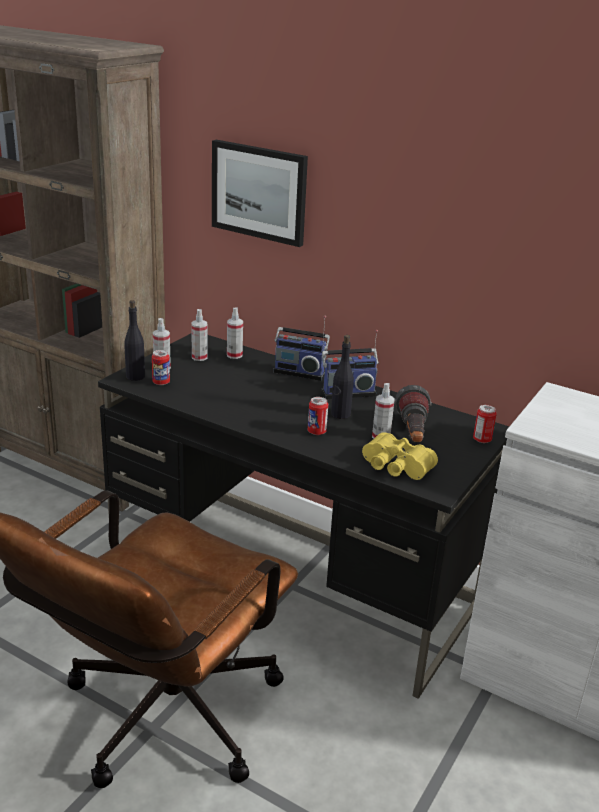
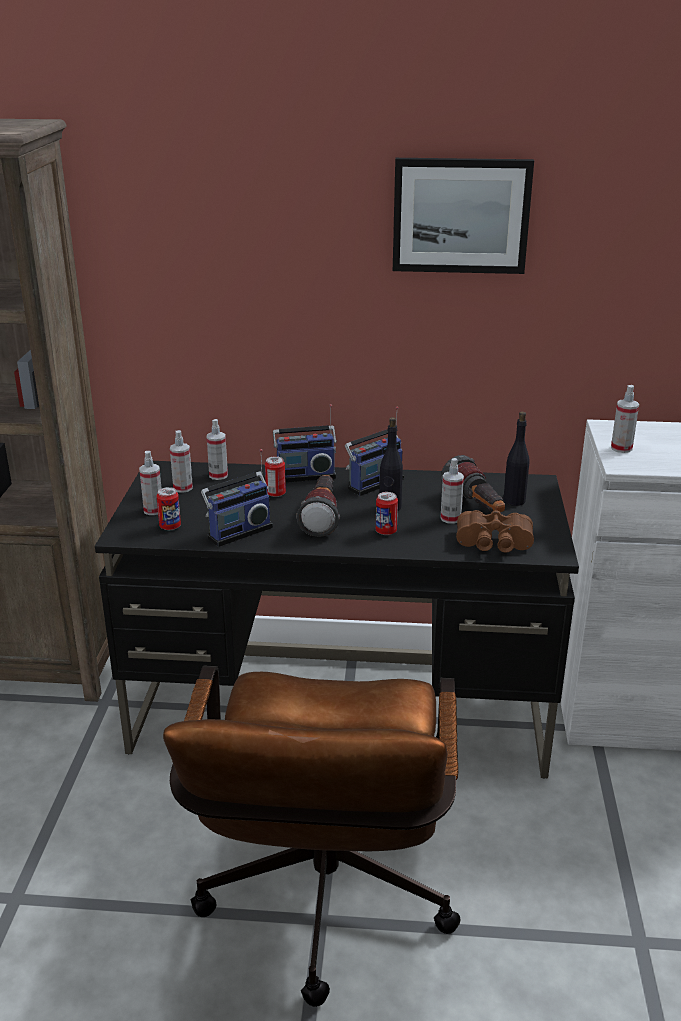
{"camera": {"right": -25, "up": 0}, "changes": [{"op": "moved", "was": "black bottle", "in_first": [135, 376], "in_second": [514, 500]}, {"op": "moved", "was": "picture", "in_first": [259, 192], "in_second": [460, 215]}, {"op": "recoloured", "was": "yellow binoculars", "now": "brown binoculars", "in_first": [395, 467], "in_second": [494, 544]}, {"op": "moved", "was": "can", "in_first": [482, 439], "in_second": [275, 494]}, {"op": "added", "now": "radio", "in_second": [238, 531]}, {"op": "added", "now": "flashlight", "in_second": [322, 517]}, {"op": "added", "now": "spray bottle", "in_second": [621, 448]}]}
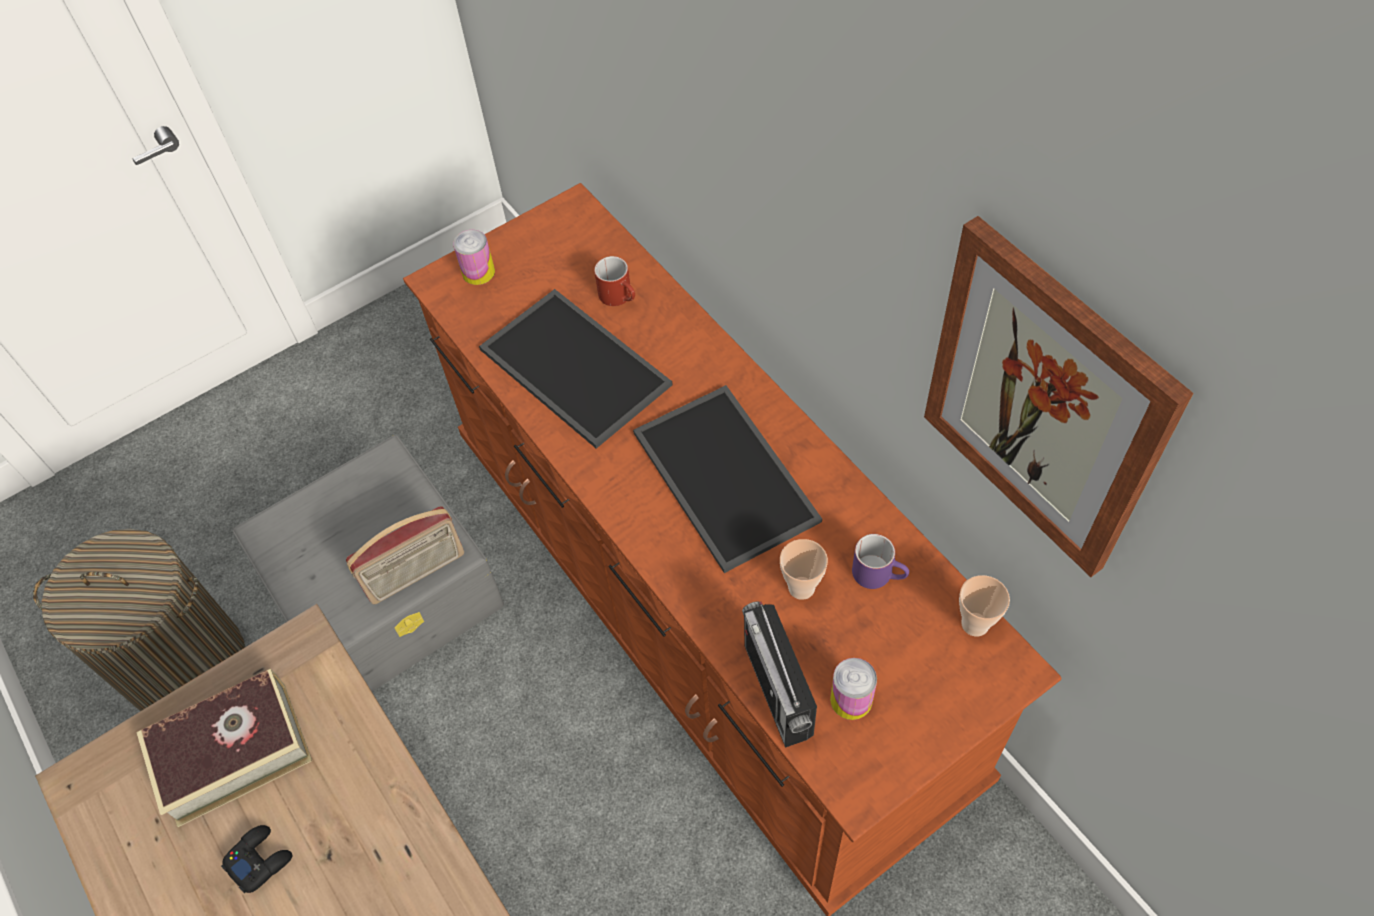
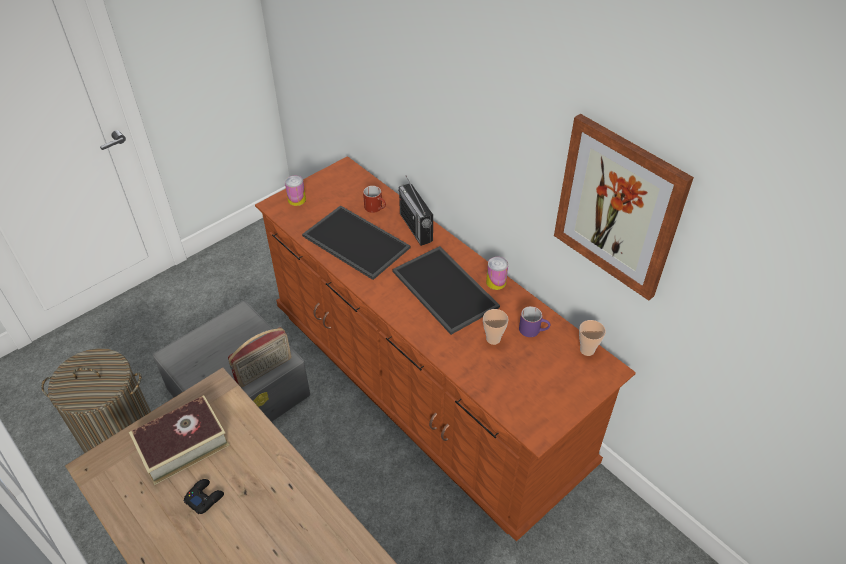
{"camera": {"right": -10, "up": -10}, "changes": [{"op": "moved", "was": "radio", "in_first": [778, 691], "in_second": [416, 227]}, {"op": "moved", "was": "can", "in_first": [851, 699], "in_second": [496, 282]}]}
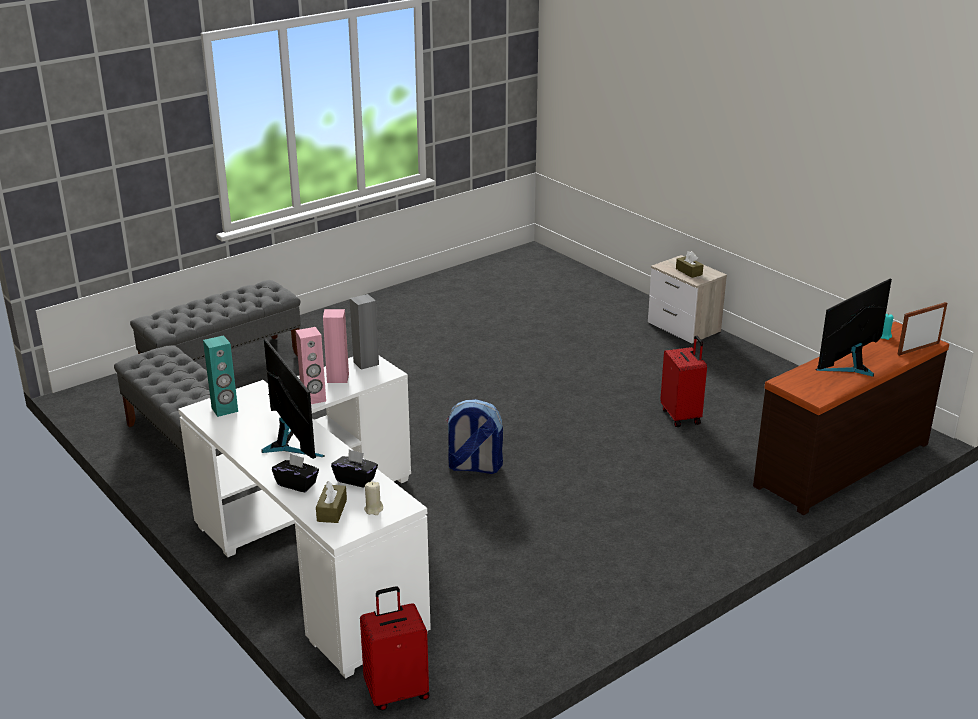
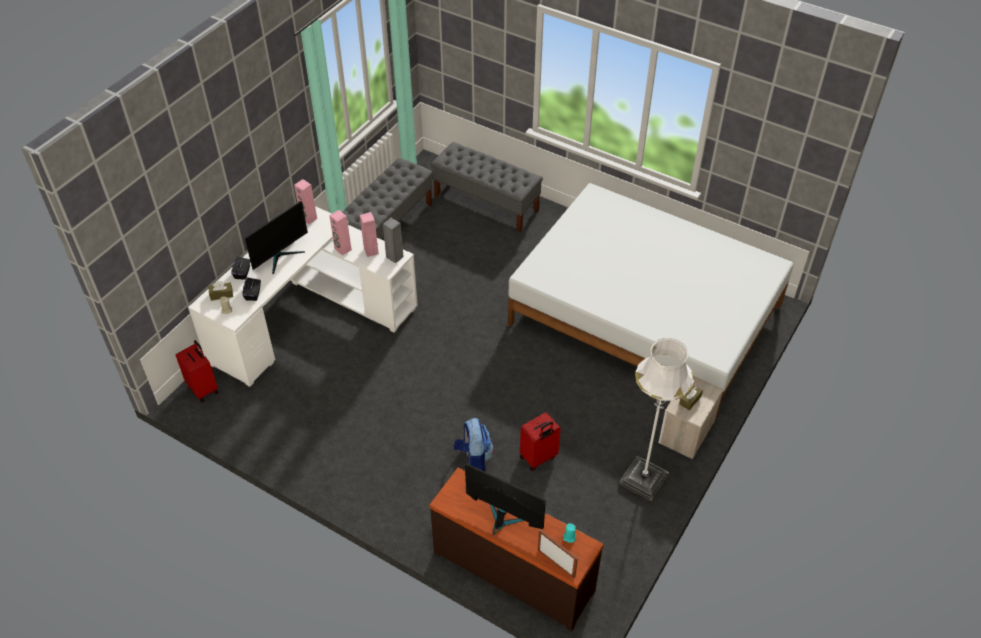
{"camera": {"right": 70, "up": 20}, "changes": [{"op": "recoloured", "was": "turquoise speaker", "now": "pink speaker", "in_first": [225, 410], "in_second": [308, 218]}, {"op": "moved", "was": "backpack", "in_first": [473, 467], "in_second": [474, 458]}, {"op": "added", "now": "white bed", "in_second": [645, 315]}, {"op": "added", "now": "white floor lamp", "in_second": [643, 479]}]}
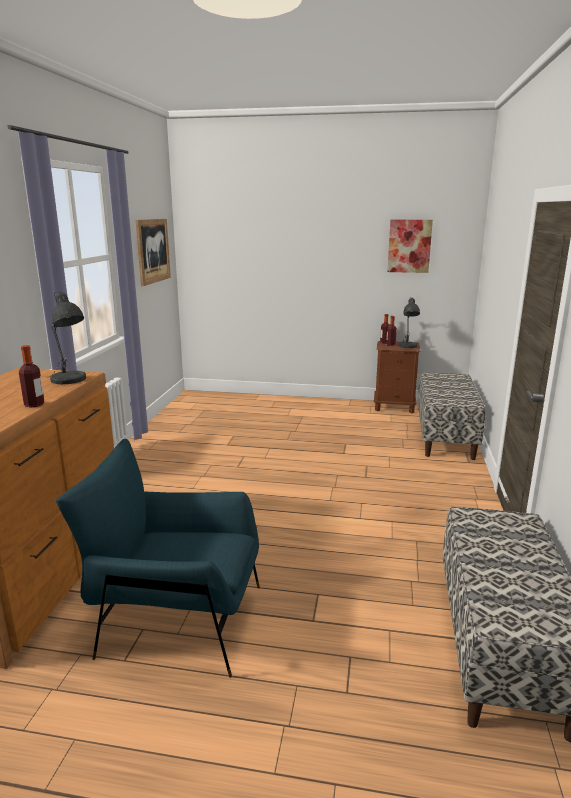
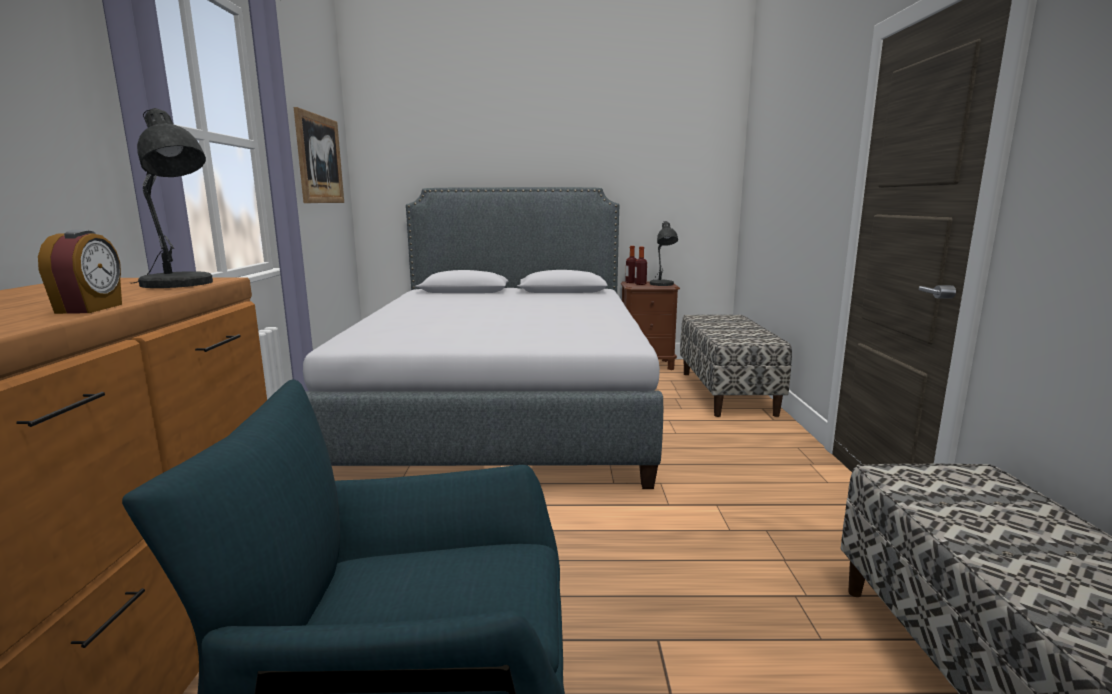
{"camera": {"right": -10, "up": -5}, "changes": [{"op": "replaced", "was": "bottle", "now": "alarm clock", "in_first": [34, 404], "in_second": [91, 308]}, {"op": "removed", "was": "picture", "in_first": [409, 246]}, {"op": "added", "now": "grey bed", "in_second": [503, 406]}]}
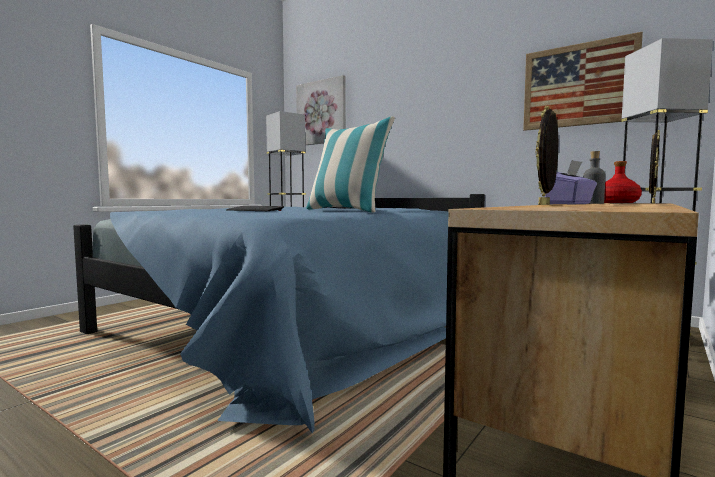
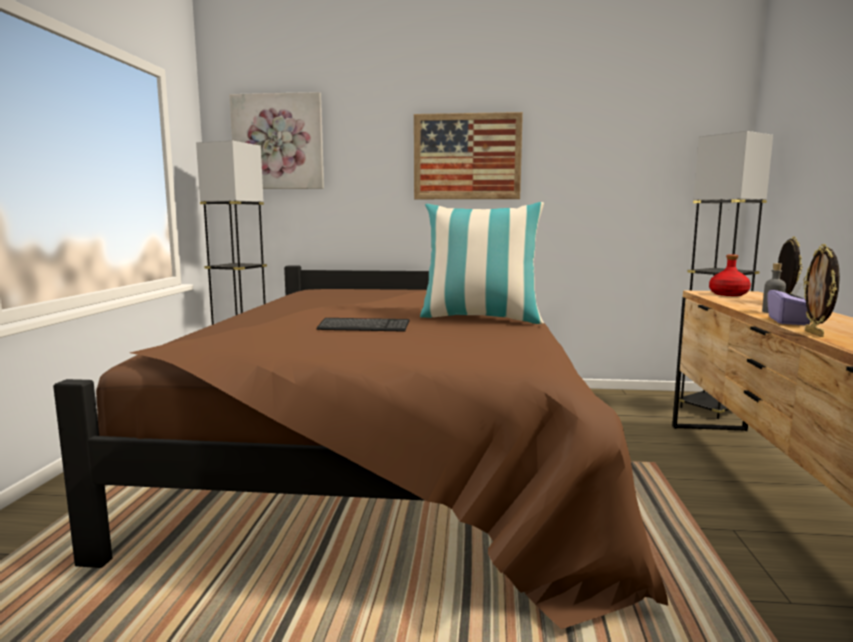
{"camera": {"right": -30, "up": 5}, "changes": [{"op": "recoloured", "was": "blue bed", "now": "brown bed", "in_first": [312, 317], "in_second": [391, 453]}, {"op": "moved", "was": "picture", "in_first": [578, 85], "in_second": [467, 157]}]}
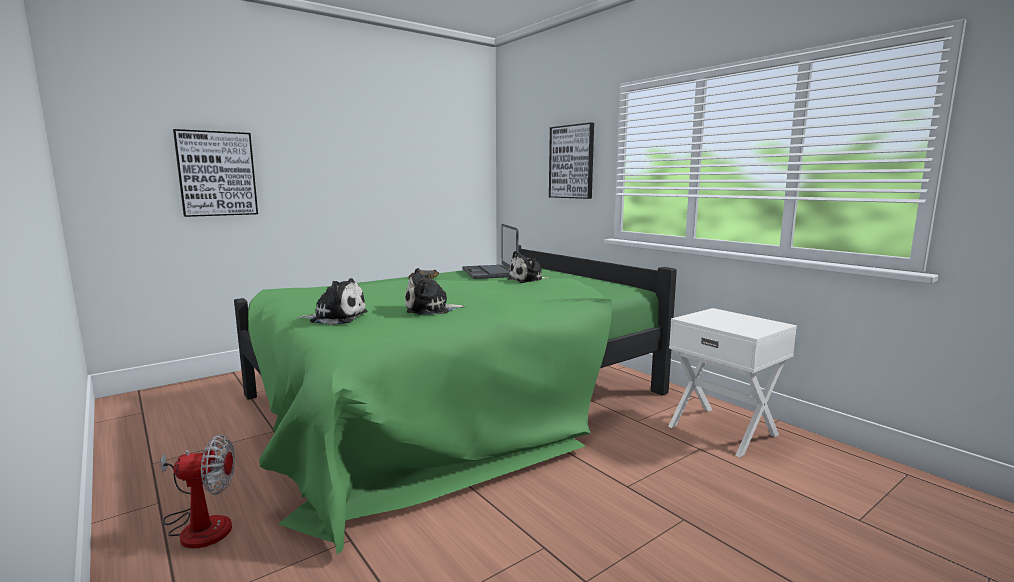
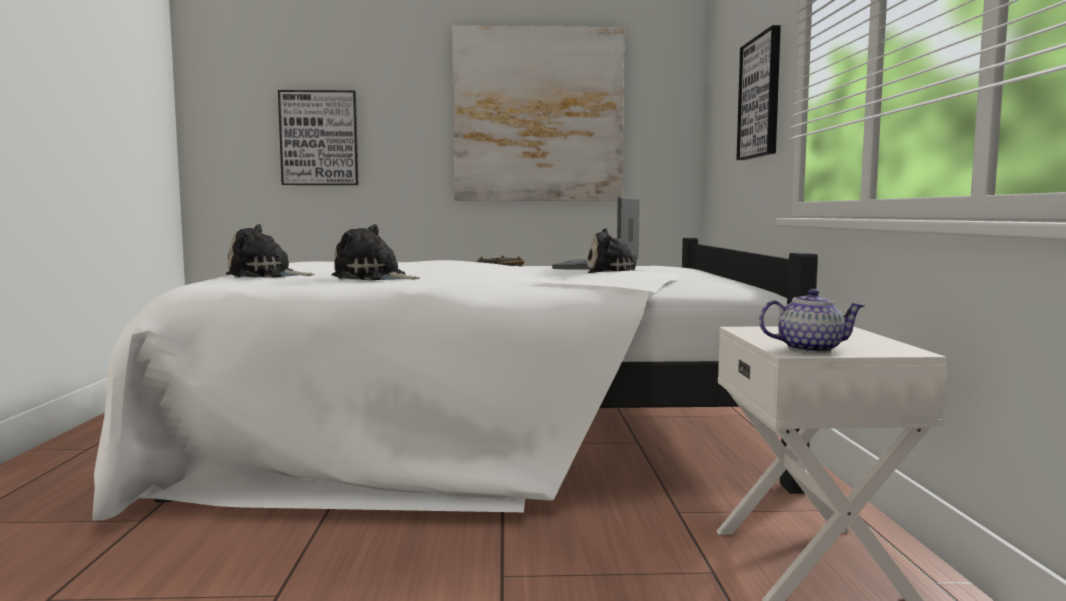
{"camera": {"right": 35, "up": -5}, "changes": [{"op": "removed", "was": "fan", "in_first": [200, 525]}, {"op": "recoloured", "was": "green bed", "now": "white bed", "in_first": [455, 401], "in_second": [475, 434]}, {"op": "turned", "was": "plush toy", "in_first": [336, 318], "in_second": [265, 276], "clockwise": 135}, {"op": "added", "now": "picture", "in_second": [538, 115]}, {"op": "added", "now": "teapot", "in_second": [810, 349]}]}
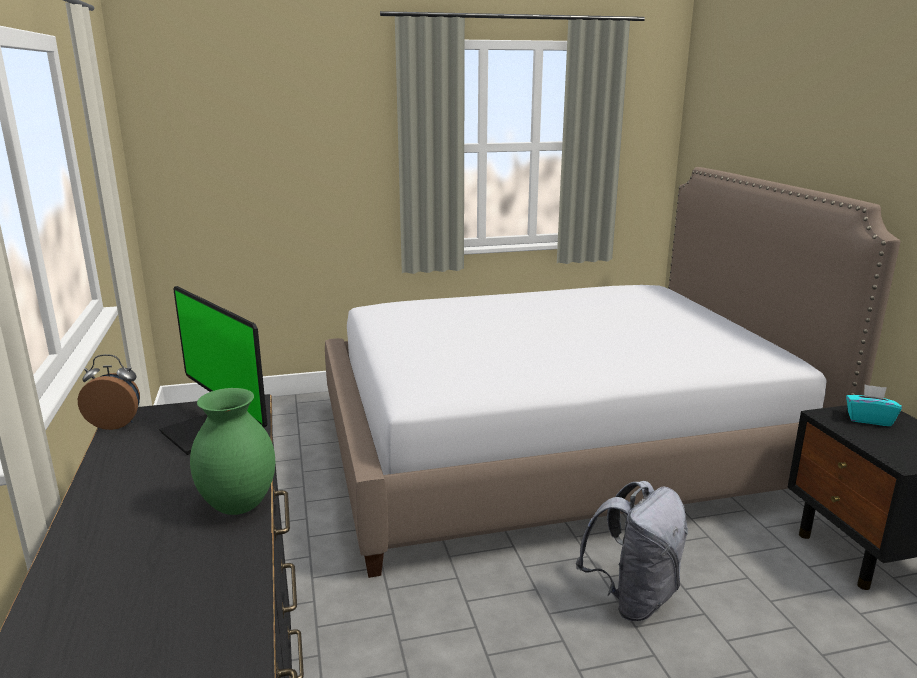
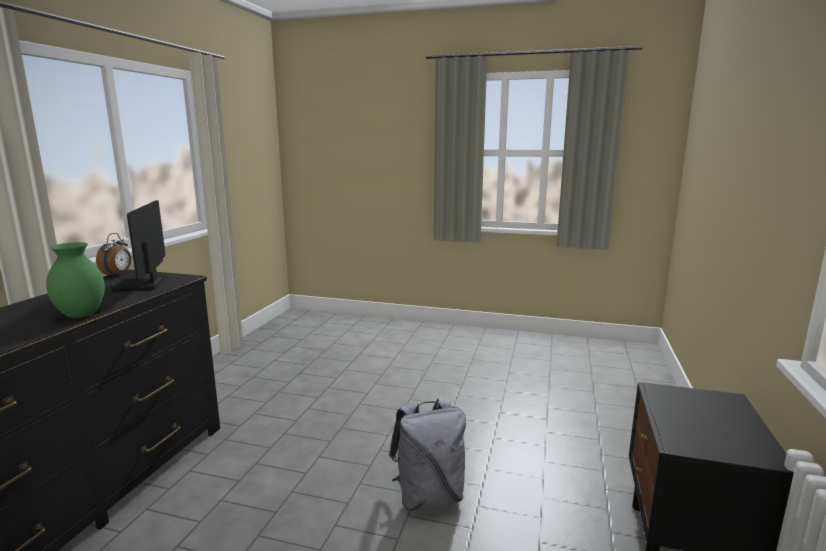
{"camera": {"right": 30, "up": -5}, "changes": [{"op": "turned", "was": "alarm clock", "in_first": [116, 423], "in_second": [118, 274], "clockwise": 75}, {"op": "removed", "was": "bed", "in_first": [557, 452]}, {"op": "removed", "was": "turquoise tissue box", "in_first": [869, 419]}]}
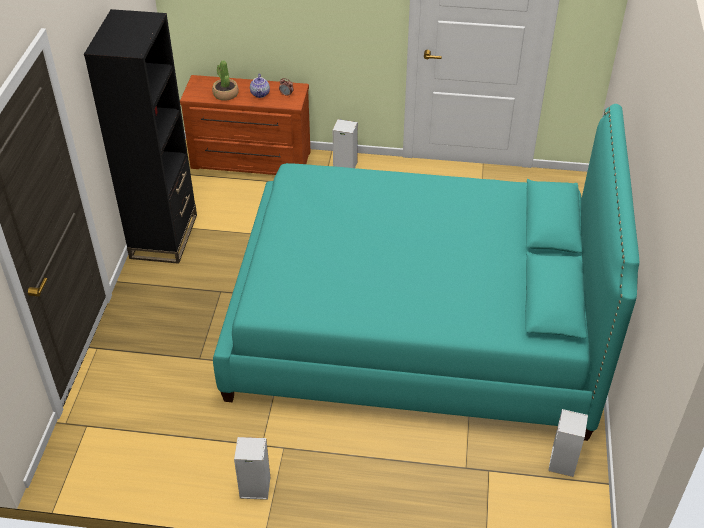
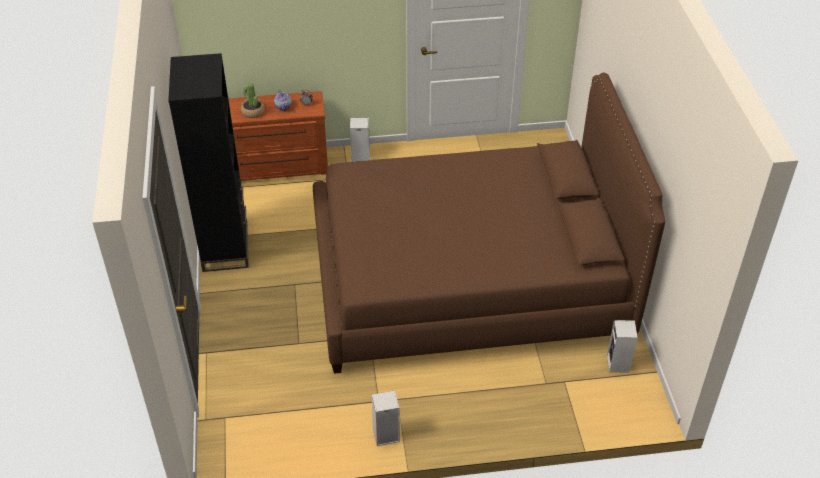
{"camera": {"right": -15, "up": 0}, "changes": [{"op": "recoloured", "was": "turquoise bed", "now": "brown bed", "in_first": [416, 325], "in_second": [469, 280]}]}
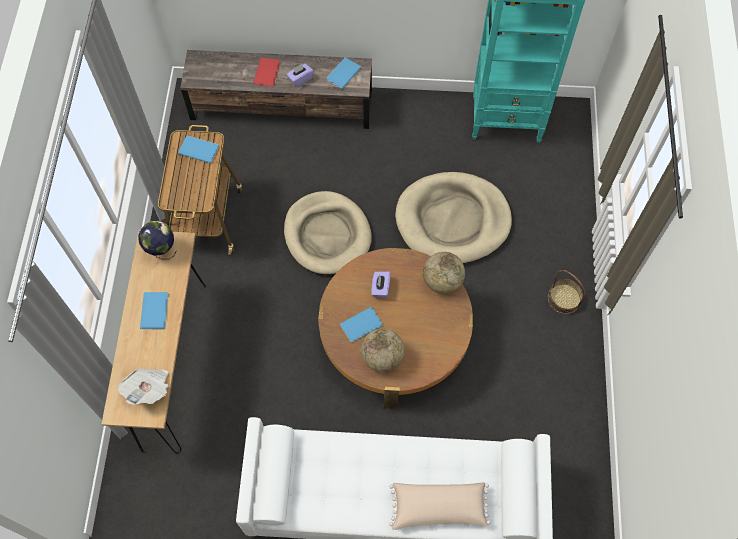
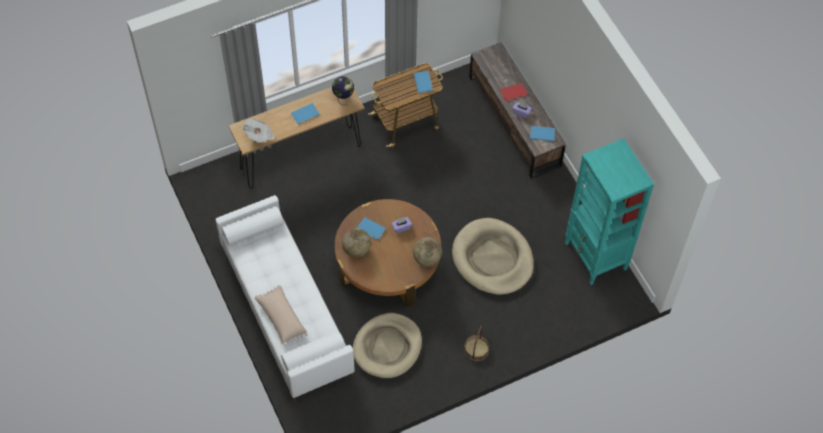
{"camera": {"right": 60, "up": -5}, "changes": [{"op": "moved", "was": "beige dog bed", "in_first": [327, 235], "in_second": [387, 347]}]}
